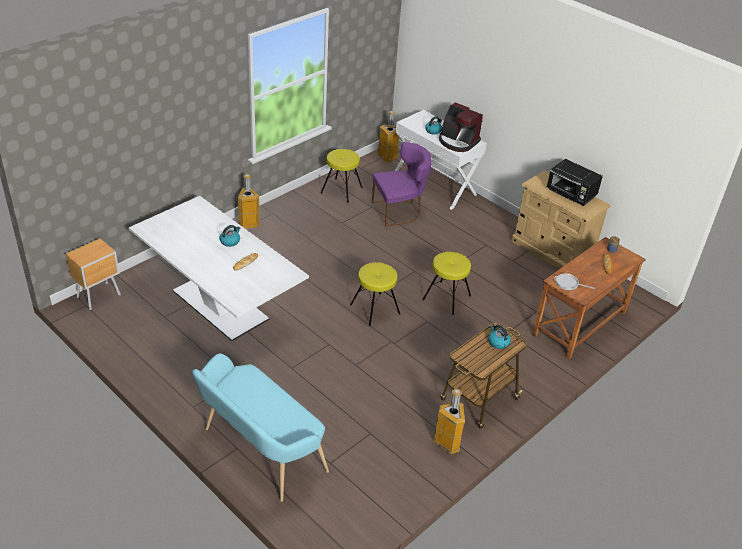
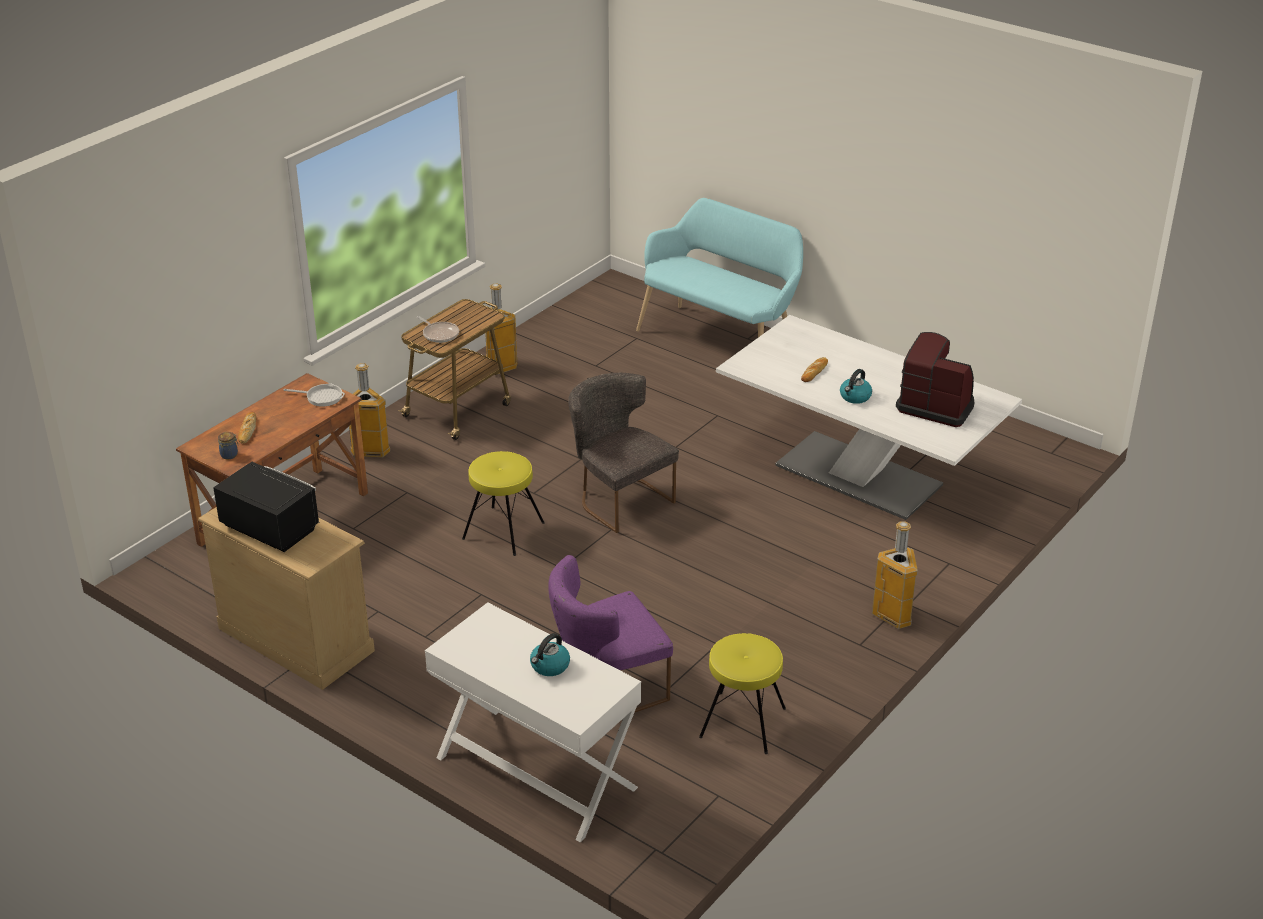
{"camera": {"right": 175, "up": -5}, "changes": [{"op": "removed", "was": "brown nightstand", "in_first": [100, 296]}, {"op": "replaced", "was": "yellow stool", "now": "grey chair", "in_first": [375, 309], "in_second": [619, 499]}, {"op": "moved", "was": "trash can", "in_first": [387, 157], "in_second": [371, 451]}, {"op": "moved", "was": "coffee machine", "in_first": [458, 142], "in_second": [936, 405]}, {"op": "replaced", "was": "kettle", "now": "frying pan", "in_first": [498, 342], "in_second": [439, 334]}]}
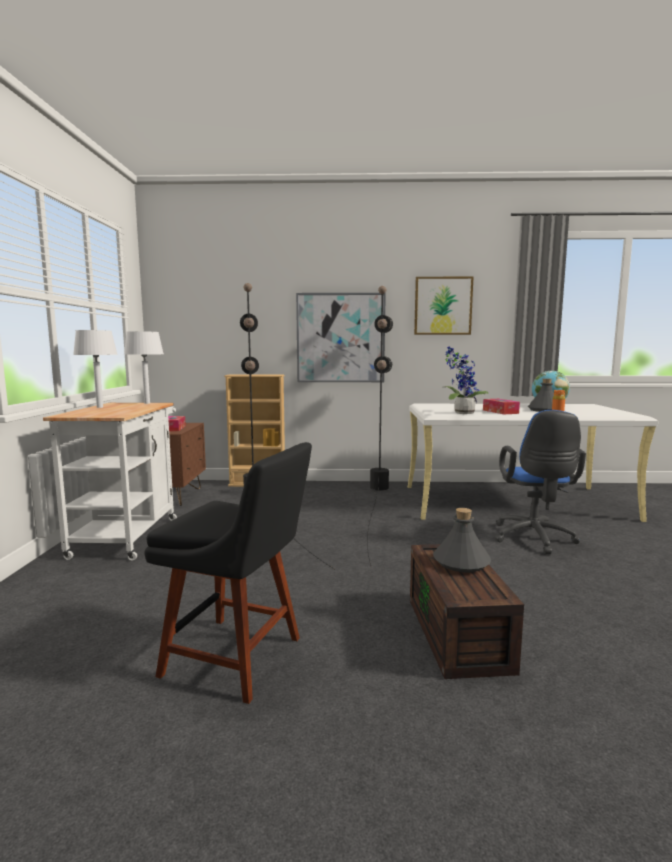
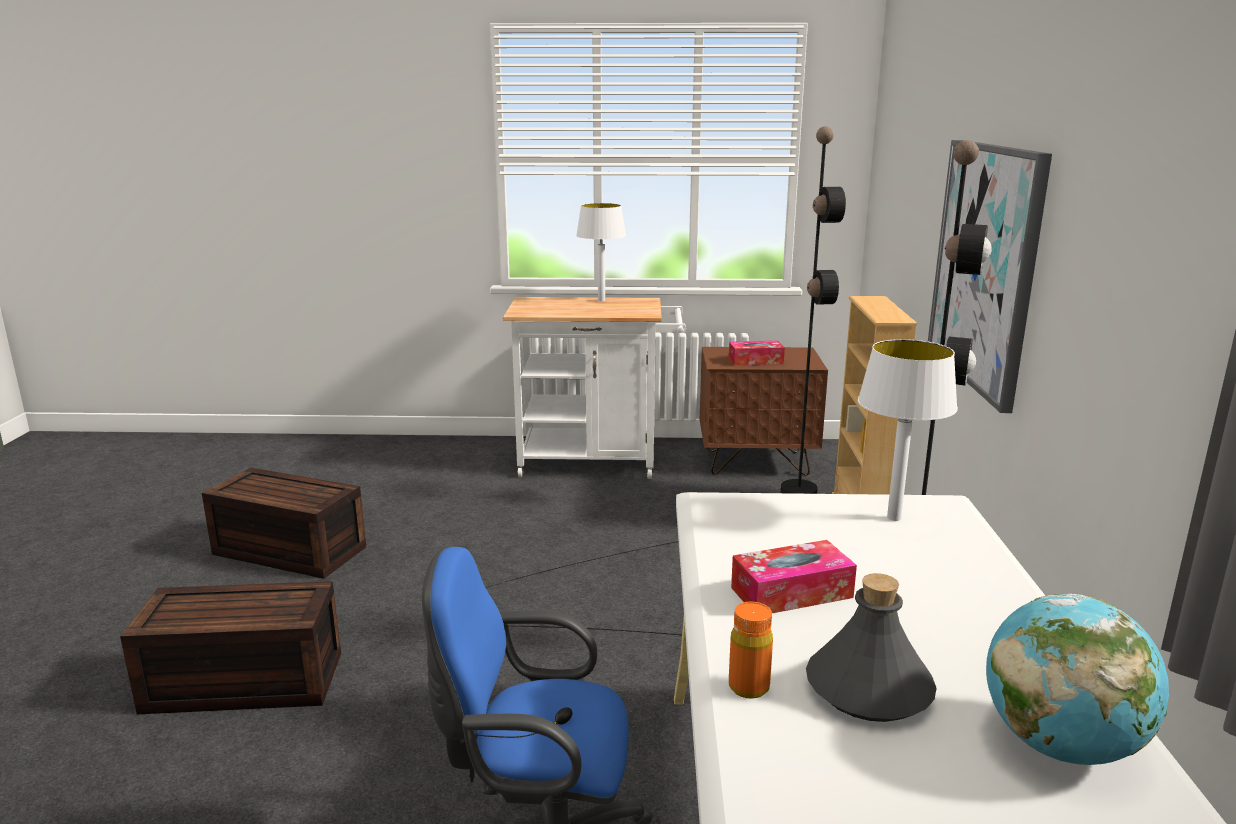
{"camera": {"right": 90, "up": 10}, "changes": [{"op": "moved", "was": "white table lamp", "in_first": [147, 403], "in_second": [893, 517]}, {"op": "replaced", "was": "black chair", "now": "brown storage box", "in_first": [238, 658], "in_second": [286, 551]}, {"op": "removed", "was": "picture", "in_first": [443, 306]}, {"op": "removed", "was": "grey bottle", "in_first": [461, 562]}, {"op": "removed", "was": "potted plant", "in_first": [461, 413]}]}
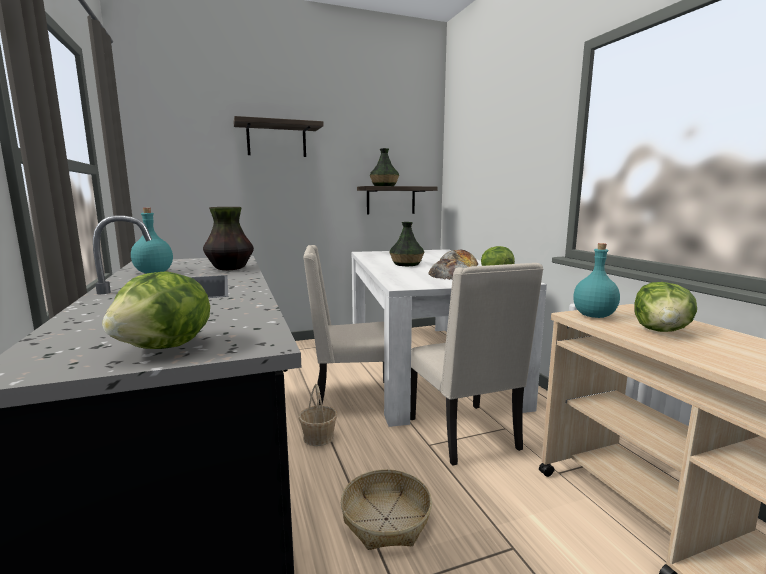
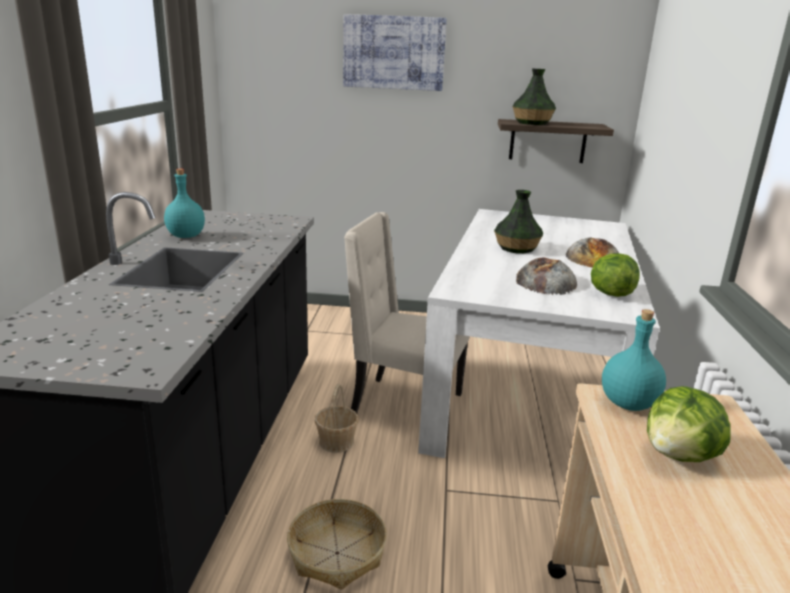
{"camera": {"right": 25, "up": 10}, "changes": [{"op": "removed", "was": "lettuce", "in_first": [166, 347]}, {"op": "removed", "was": "vase", "in_first": [229, 268]}, {"op": "replaced", "was": "shelf", "now": "picture", "in_first": [276, 140], "in_second": [394, 53]}, {"op": "removed", "was": "beige chair", "in_first": [465, 434]}]}
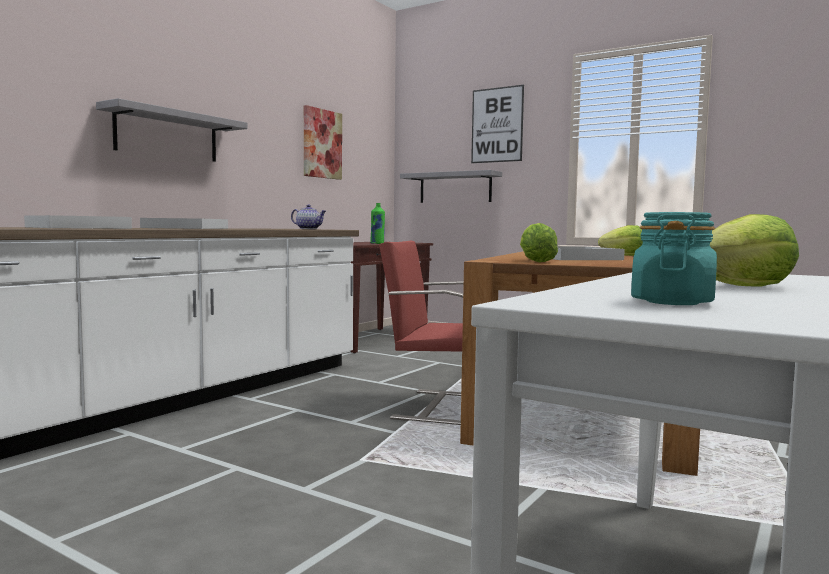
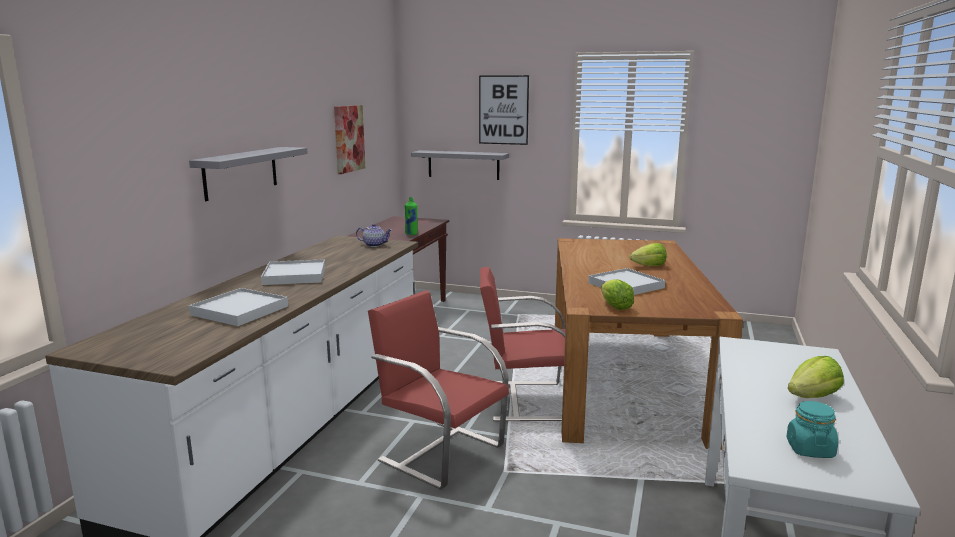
{"camera": {"right": -15, "up": 10}, "changes": [{"op": "added", "now": "red chair", "in_second": [440, 452]}]}
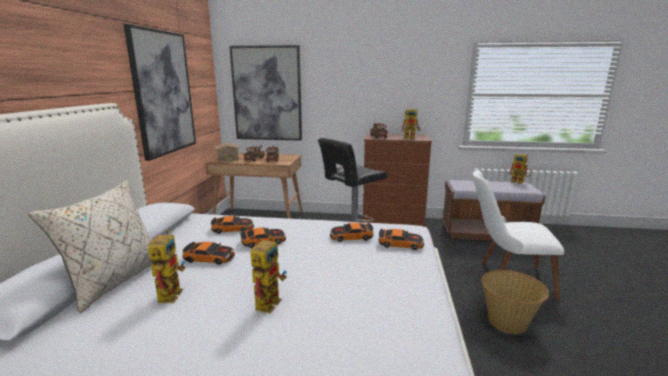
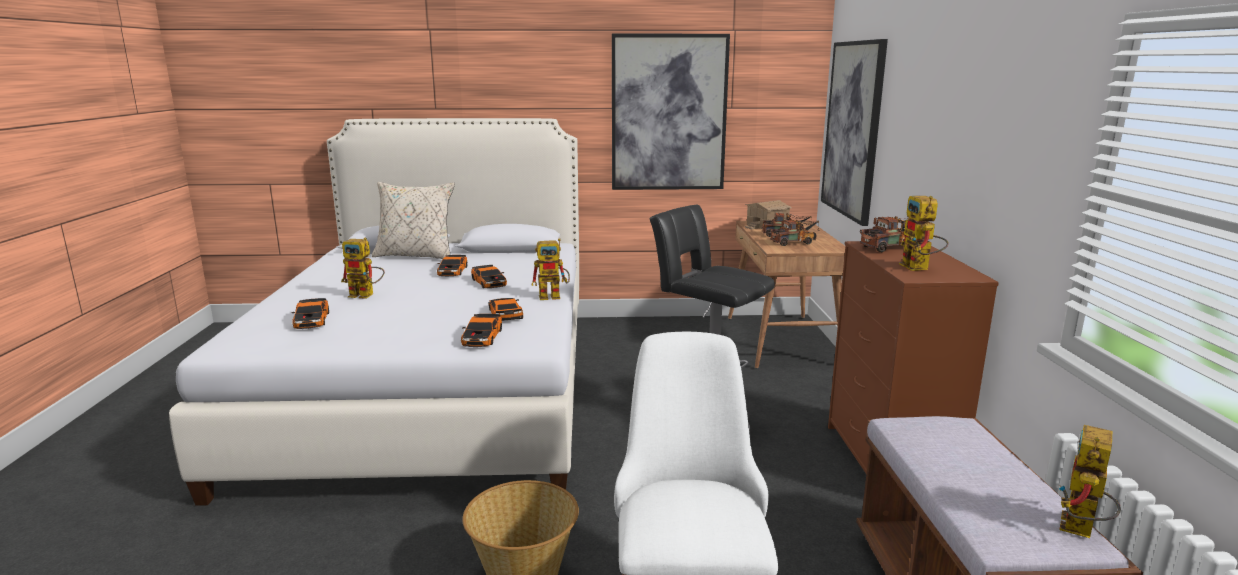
{"camera": {"right": 80, "up": 0}, "changes": [{"op": "moved", "was": "toy robot", "in_first": [170, 292], "in_second": [554, 296]}, {"op": "moved", "was": "toy car", "in_first": [232, 228], "in_second": [312, 320]}]}
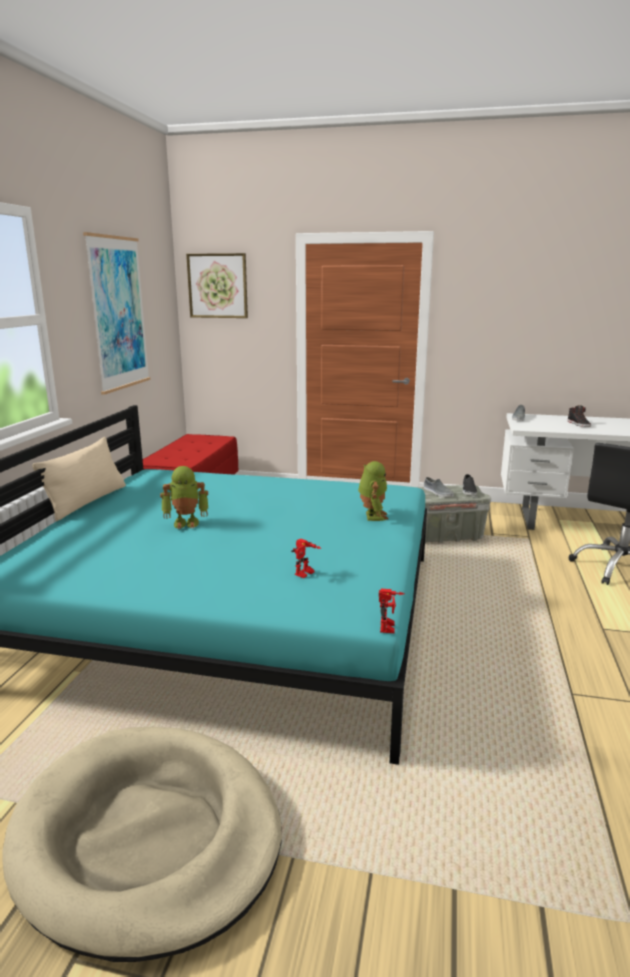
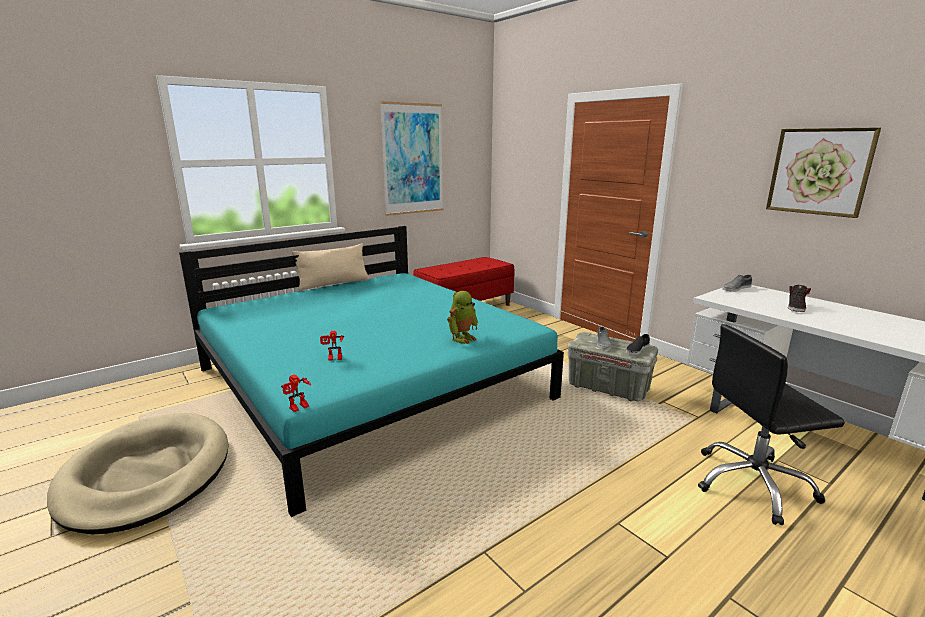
{"camera": {"right": 40, "up": 0}, "changes": [{"op": "removed", "was": "toy robot", "in_first": [186, 522]}, {"op": "moved", "was": "picture", "in_first": [218, 286], "in_second": [819, 171]}]}
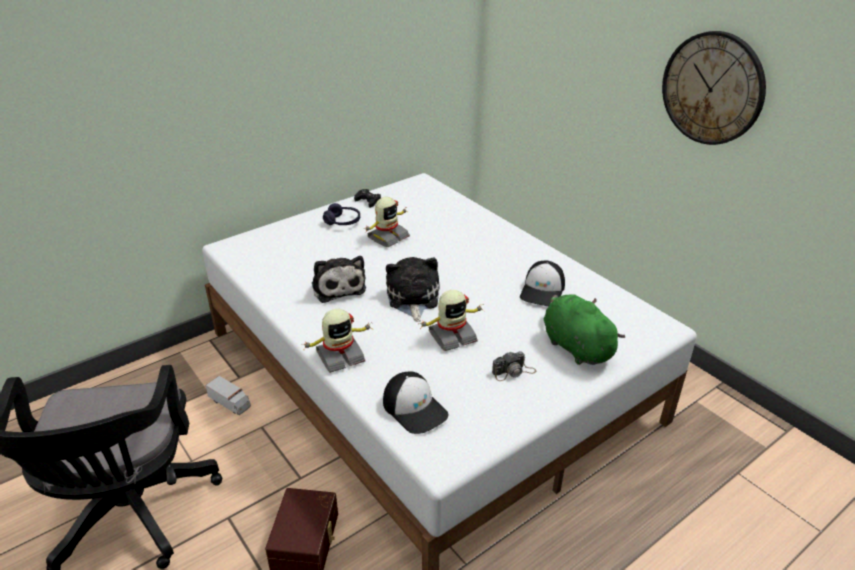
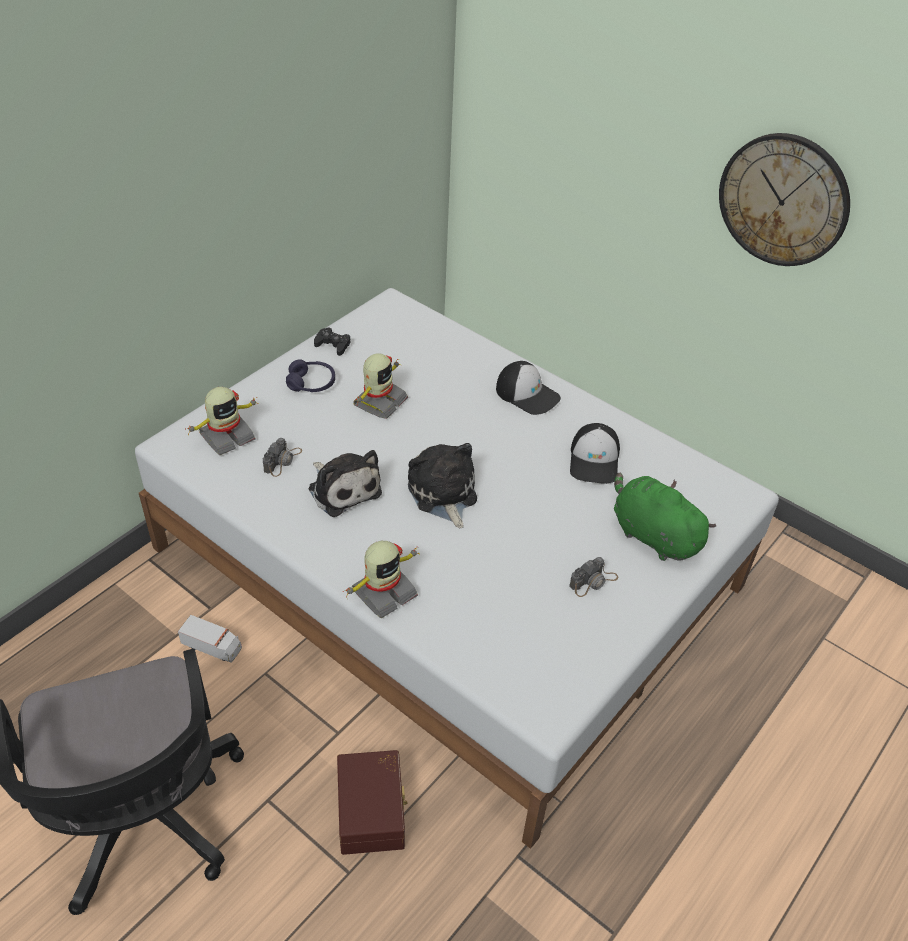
{"camera": {"right": -15, "up": 10}, "changes": [{"op": "moved", "was": "cap", "in_first": [415, 408], "in_second": [527, 394]}, {"op": "moved", "was": "toy robot", "in_first": [451, 336], "in_second": [226, 436]}, {"op": "added", "now": "photo camera", "in_second": [282, 460]}]}
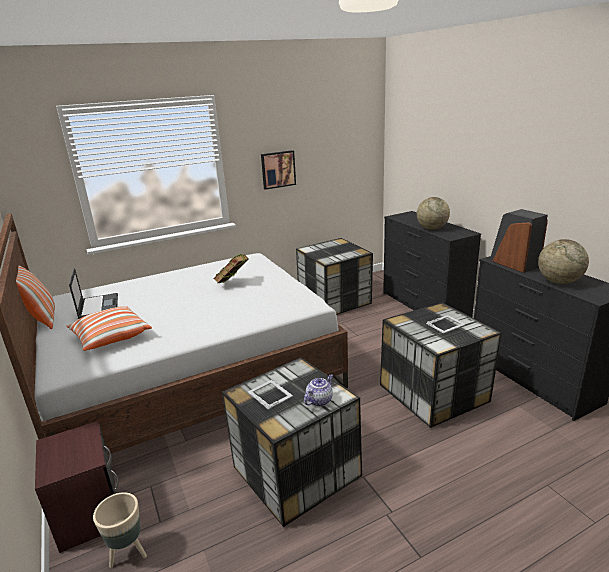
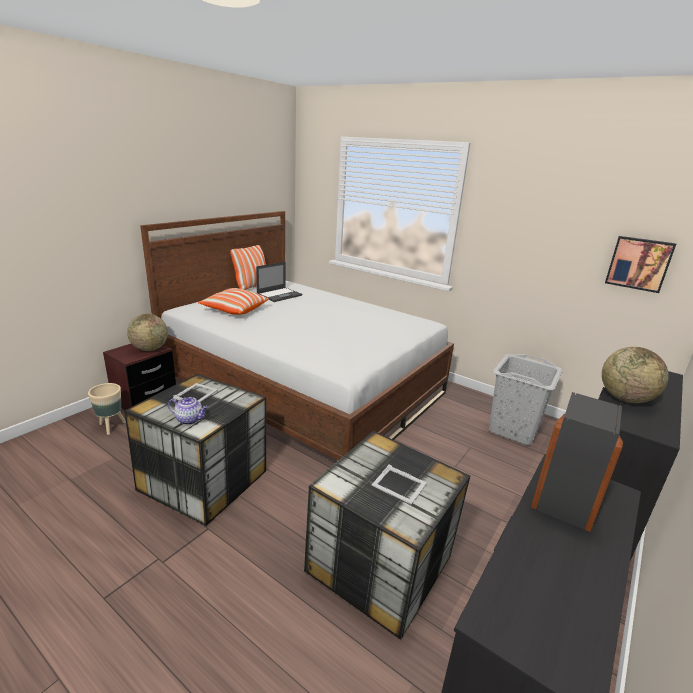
{"camera": {"right": 60, "up": 0}, "changes": [{"op": "removed", "was": "book", "in_first": [233, 283]}, {"op": "moved", "was": "picture", "in_first": [278, 169], "in_second": [639, 263]}, {"op": "replaced", "was": "storage box", "now": "grey laundry basket", "in_first": [334, 301], "in_second": [512, 430]}, {"op": "moved", "was": "globe", "in_first": [559, 281], "in_second": [150, 349]}]}
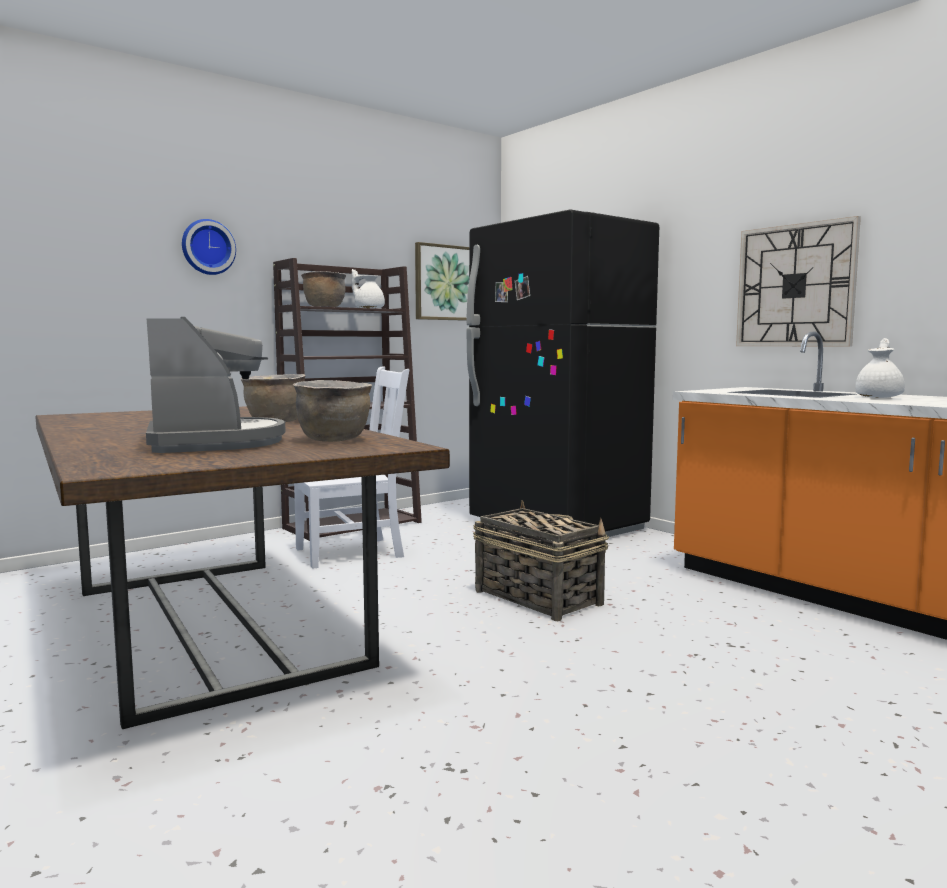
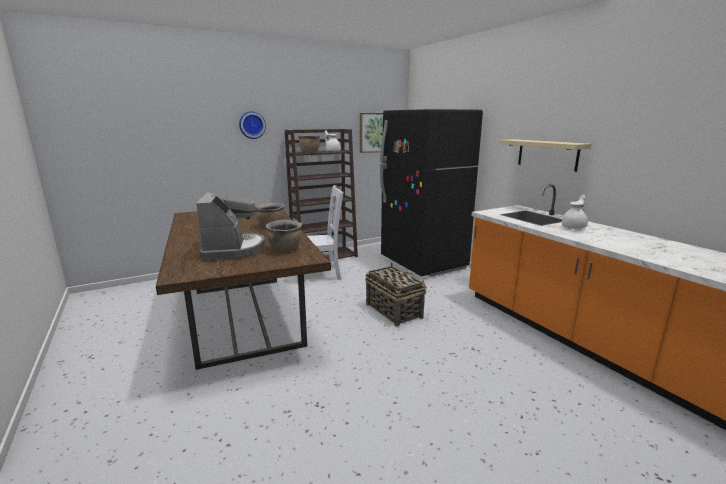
{"camera": {"right": 10, "up": 10}, "changes": [{"op": "replaced", "was": "wall clock", "now": "beige shelf", "in_first": [795, 286], "in_second": [547, 154]}]}
